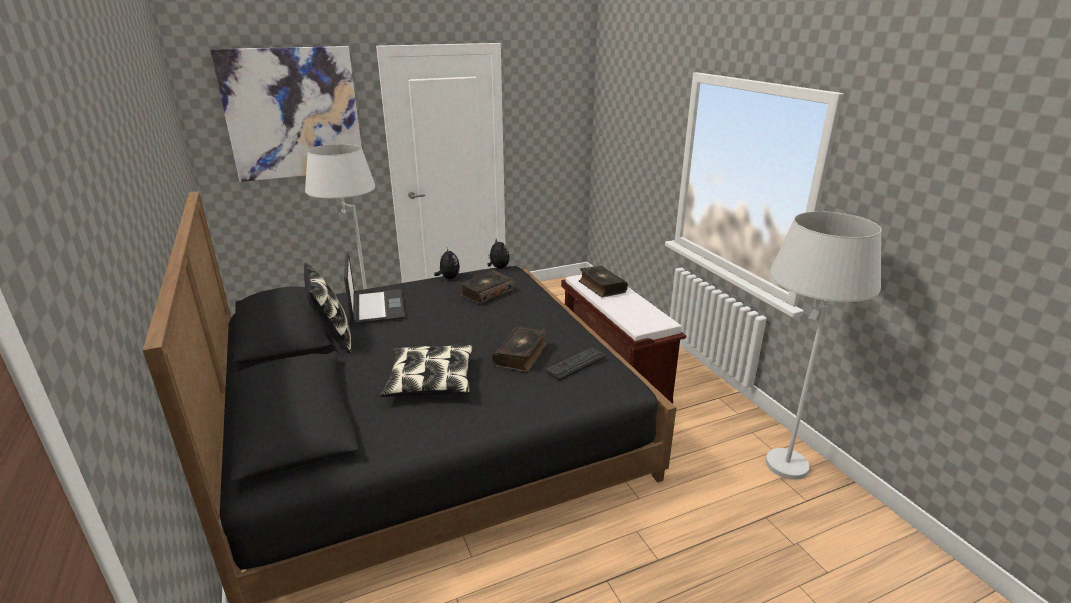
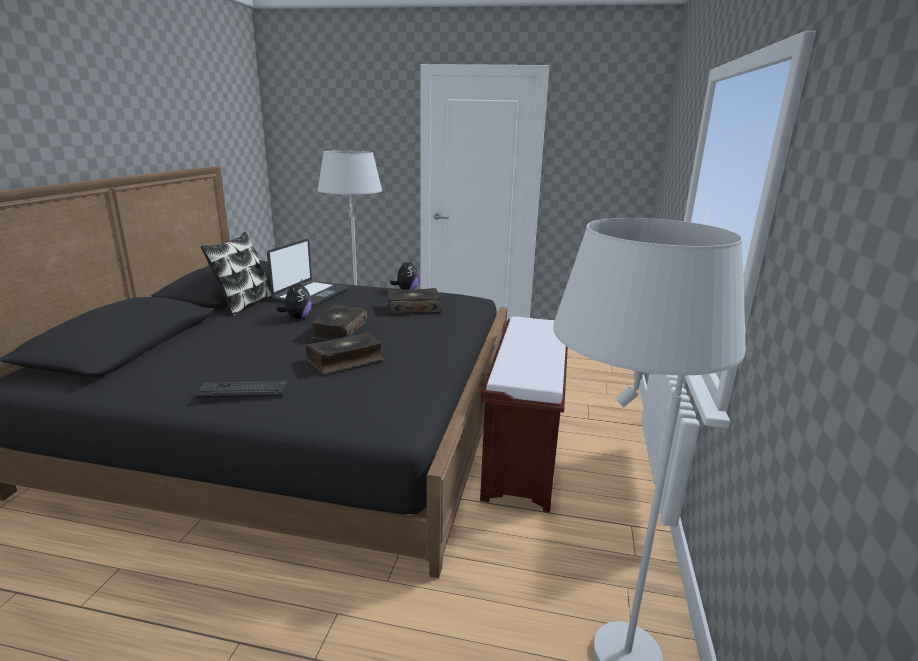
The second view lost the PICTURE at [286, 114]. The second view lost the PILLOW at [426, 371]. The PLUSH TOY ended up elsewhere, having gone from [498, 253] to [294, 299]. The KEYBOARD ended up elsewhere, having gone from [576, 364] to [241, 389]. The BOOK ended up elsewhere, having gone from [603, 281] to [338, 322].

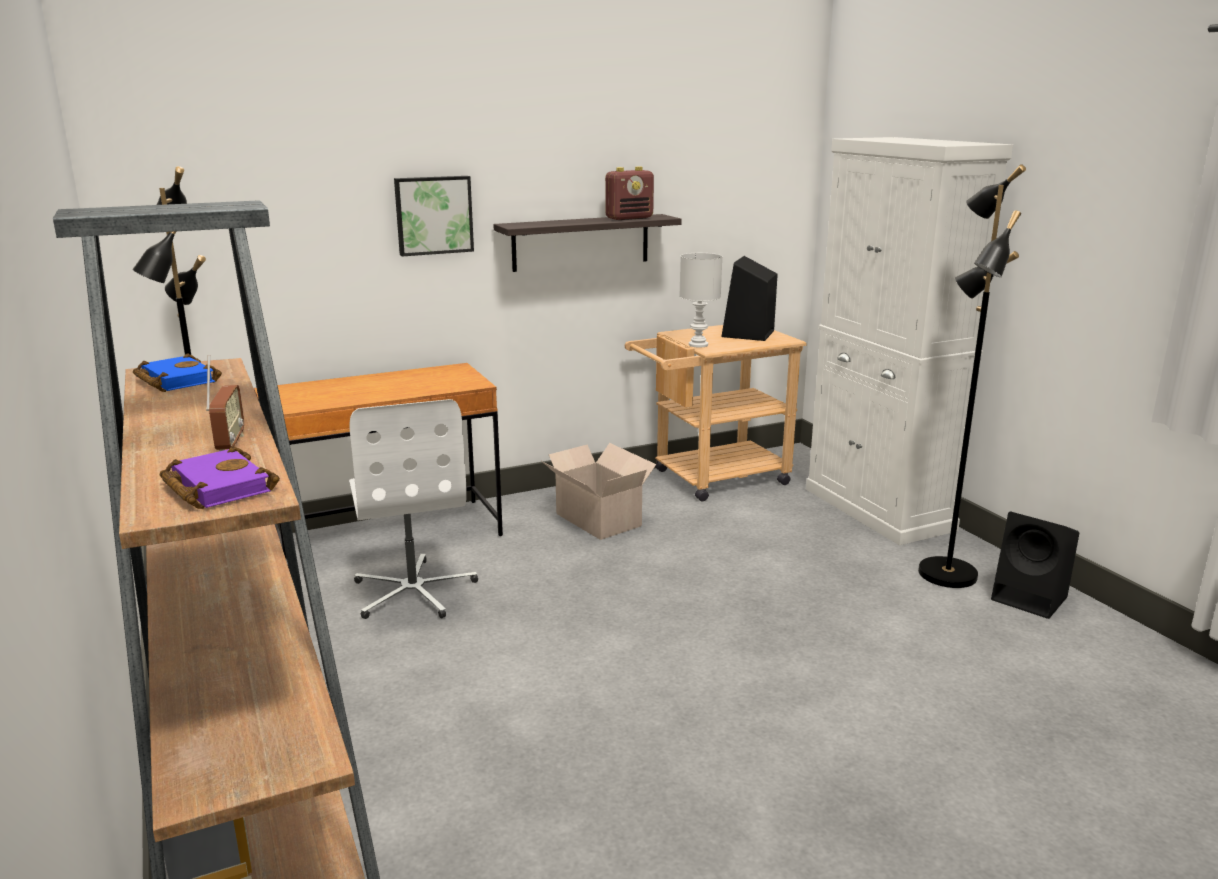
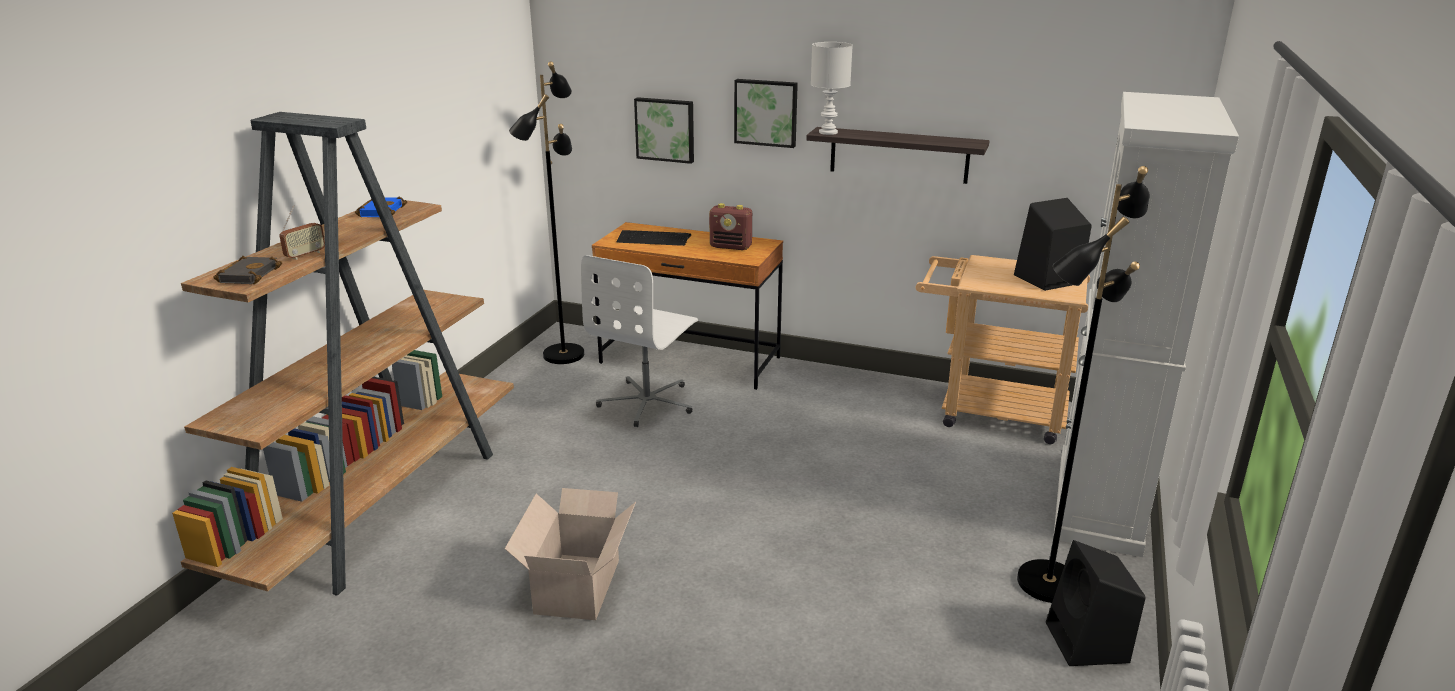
The second view gained the KEYBOARD at [653, 238]. The second view gained the PICTURE at [664, 130]. The CARDBOARD BOX ended up elsewhere, having gone from [598, 491] to [570, 554]. The RADIO ended up elsewhere, having gone from [629, 193] to [730, 226]. The WHITE TABLE LAMP ended up elsewhere, having gone from [701, 300] to [832, 88]. What was the PURPLE BOOK at [220, 477] turned into the BLACK BOOK at [247, 270].

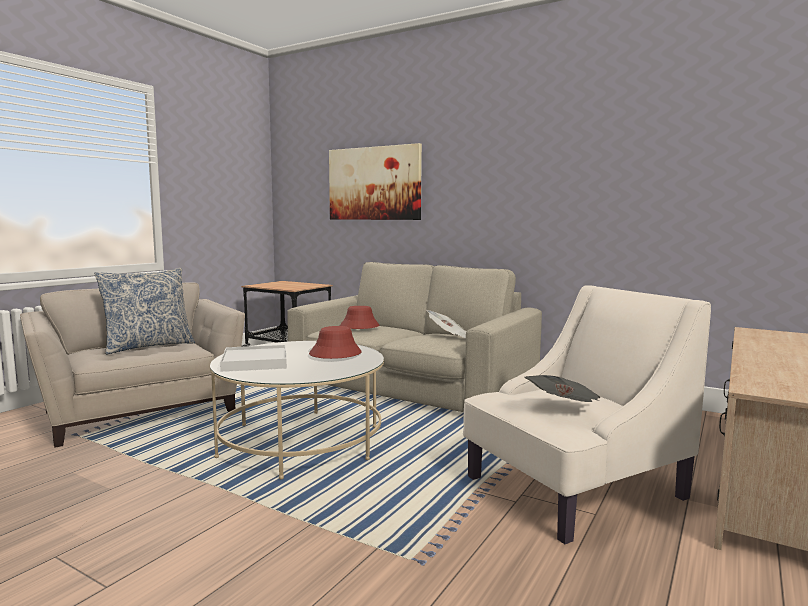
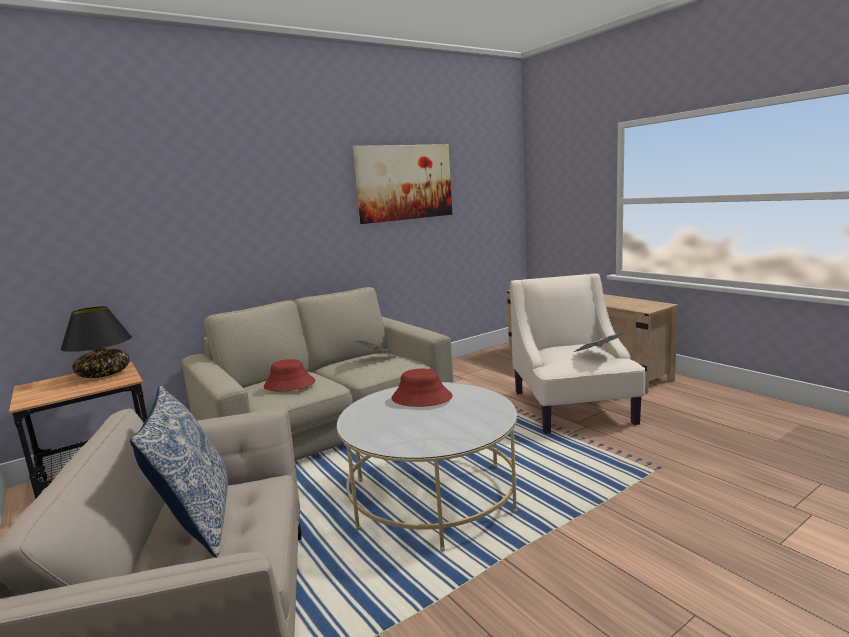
The second view lost the WHITE TRAY at [253, 358]. The second view gained the BLACK TABLE LAMP at [96, 342]. The PICTURE ended up elsewhere, having gone from [375, 181] to [402, 184].

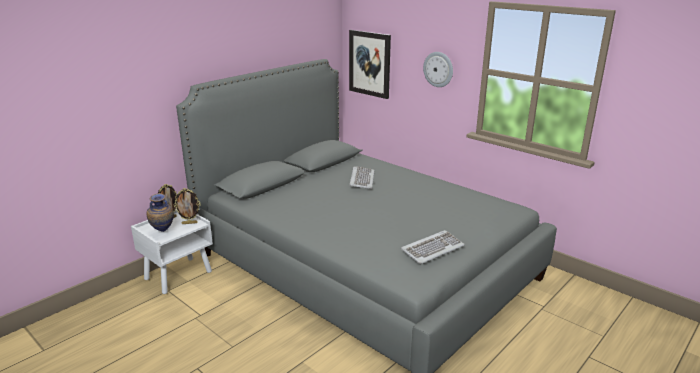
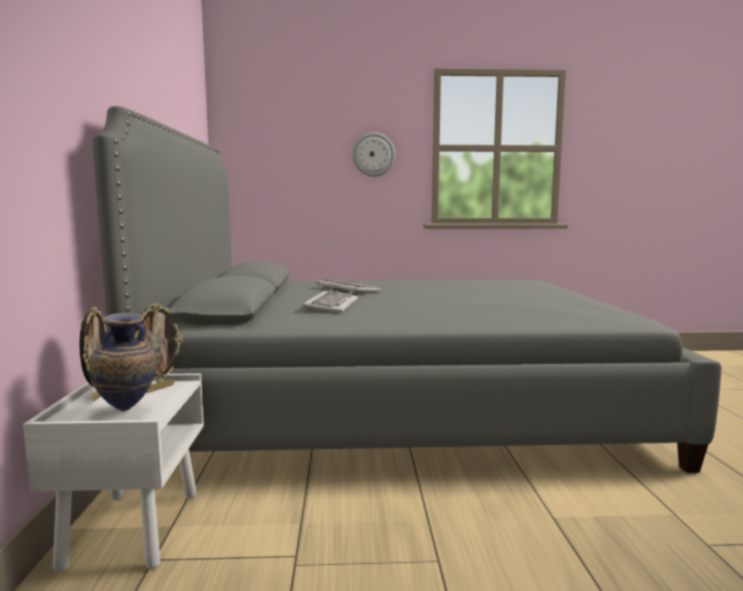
The second view lost the PICTURE at [370, 64]. The KEYBOARD ended up elsewhere, having gone from [433, 247] to [330, 301].

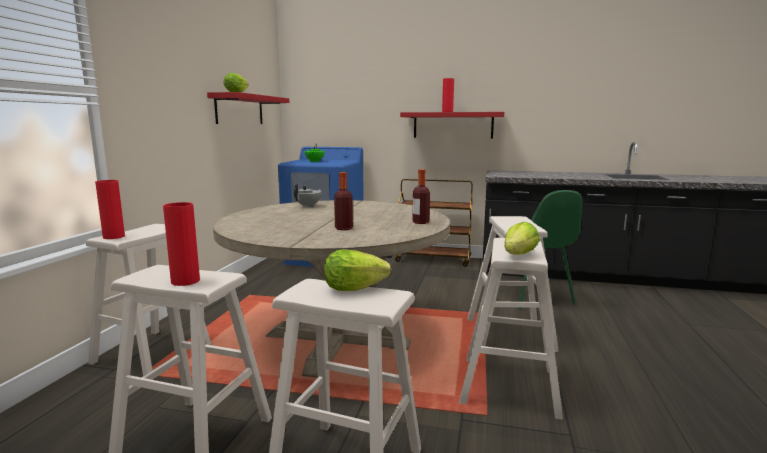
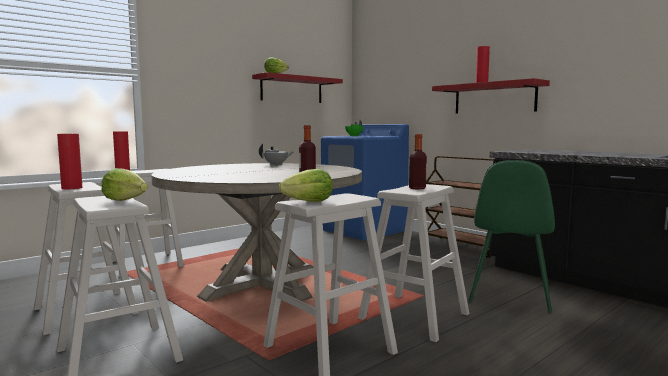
The BOTTLE ended up elsewhere, having gone from [343, 201] to [418, 162].

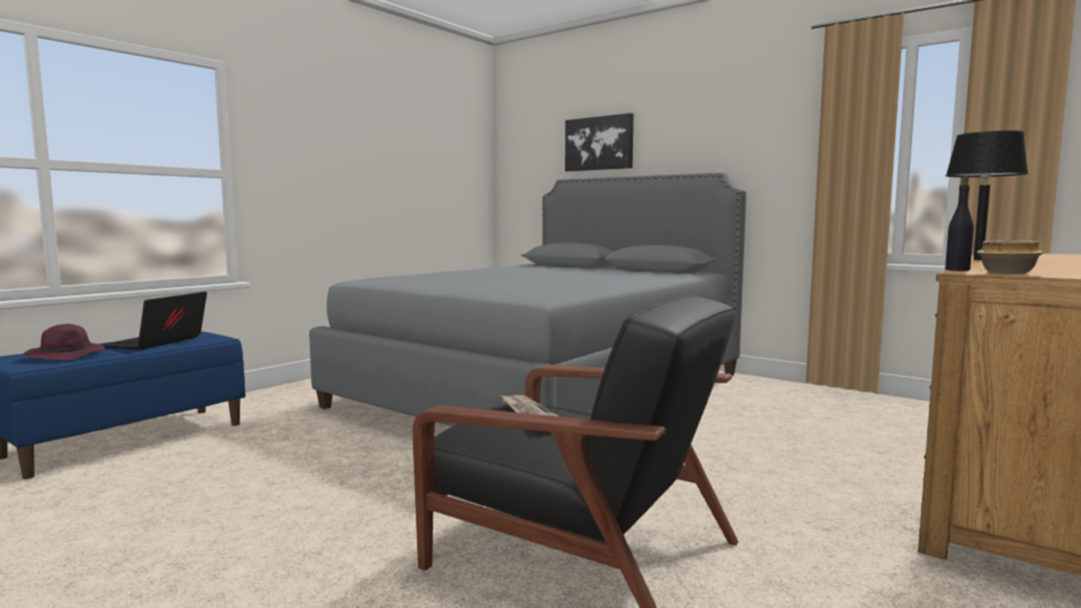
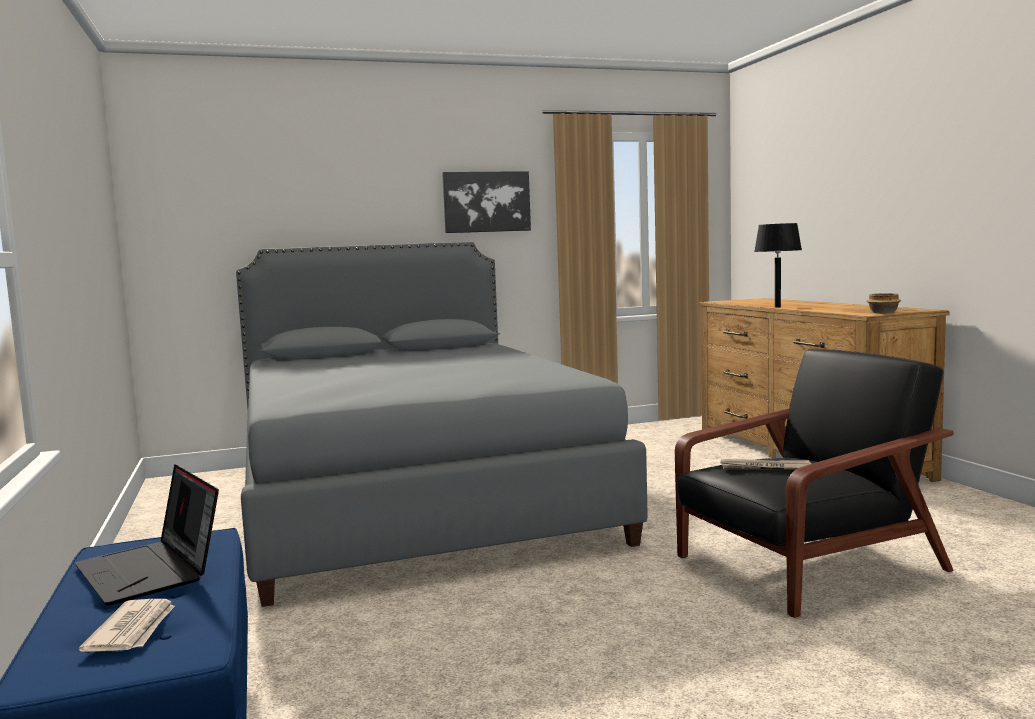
The second view lost the BLACK BOTTLE at [959, 224]. The PICTURE ended up elsewhere, having gone from [599, 142] to [486, 202]. Where the PURPLE HAT stood at [64, 342], the NEWSPAPER came to stand at [127, 625].

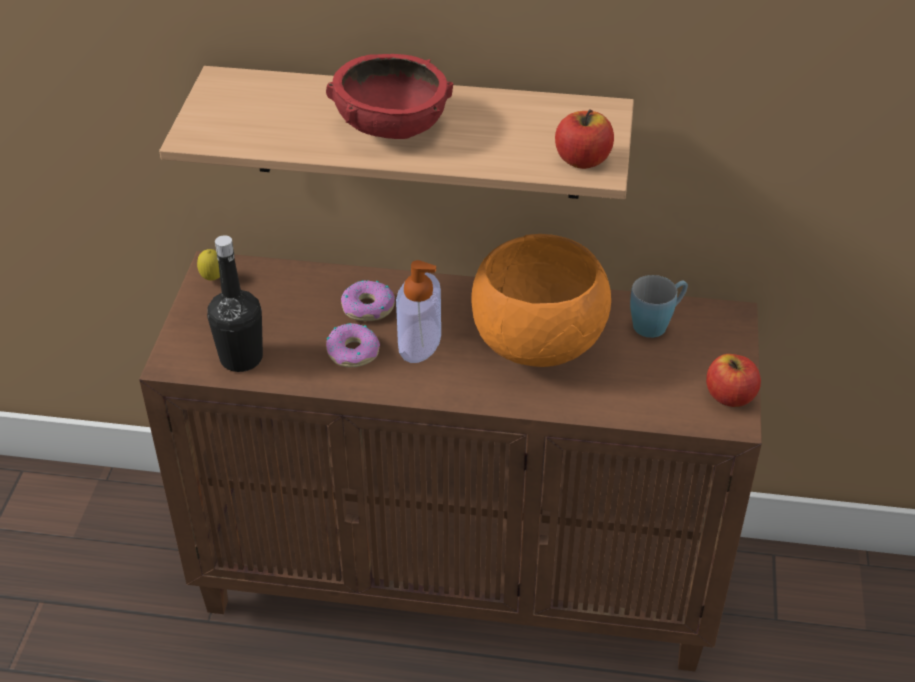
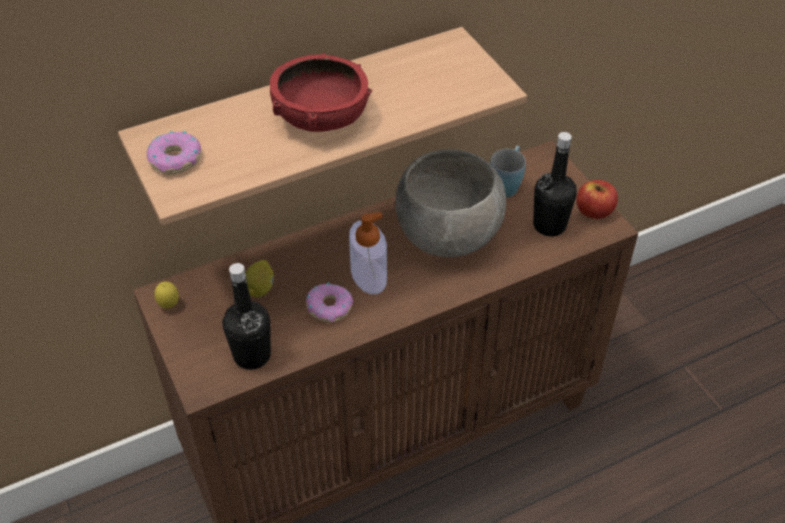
The second view lost the APPLE at [584, 139]. The second view gained the LEMON at [259, 278]. The second view gained the BLACK BOTTLE at [555, 184]. The DONUT ended up elsewhere, having gone from [368, 300] to [174, 152]. What was the ORANGE BOWL at [541, 300] turned into the GREY BOWL at [450, 203].

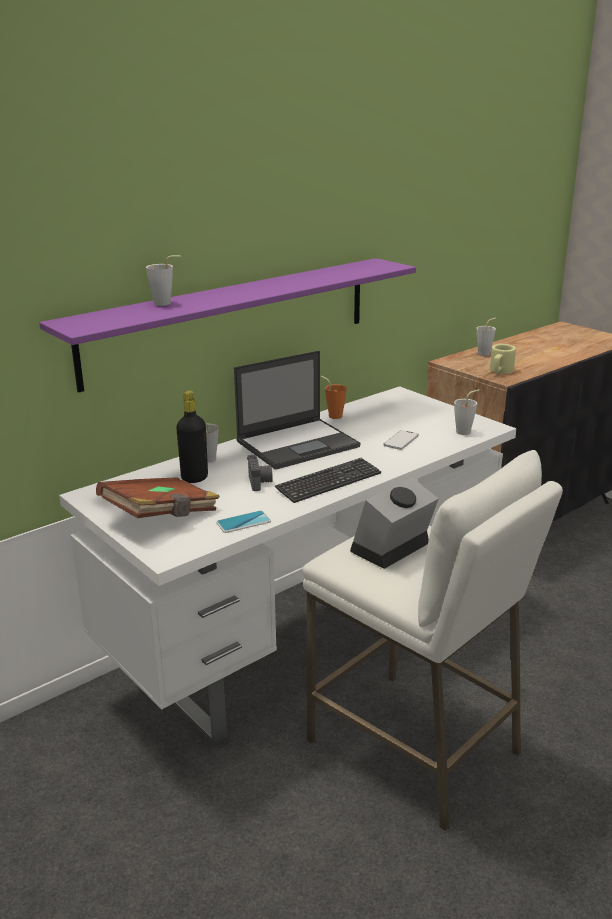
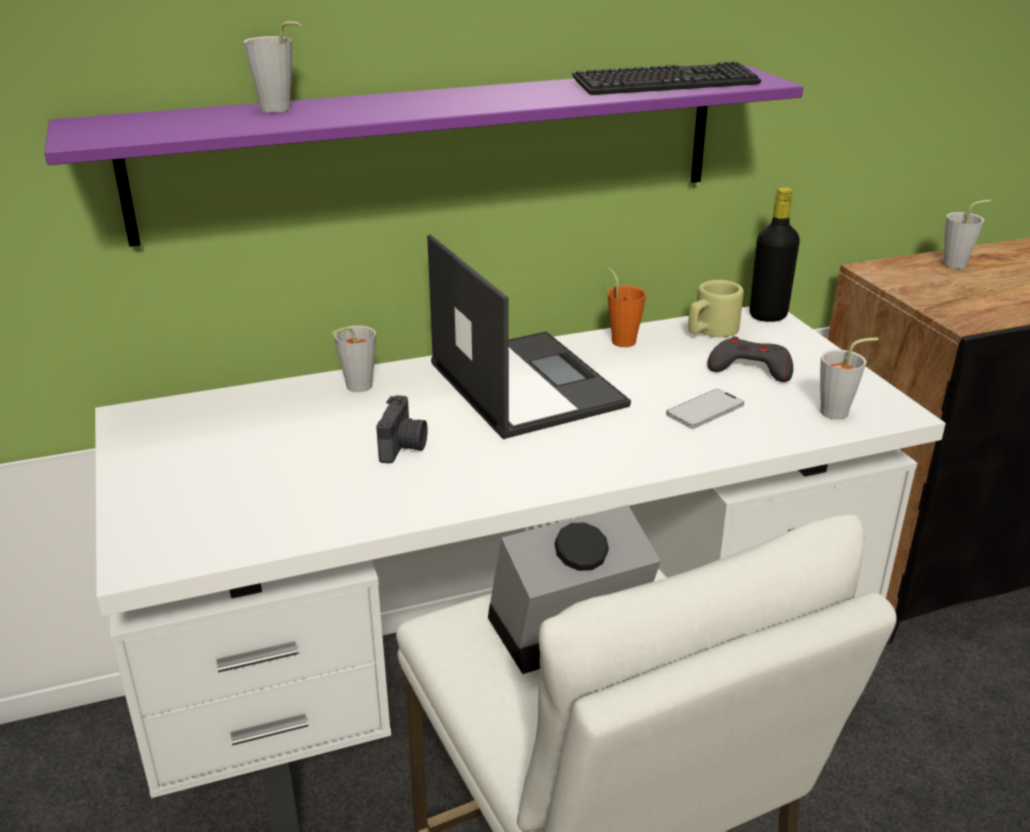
The second view lost the BROWN BOOK at [158, 497]. The second view lost the PHONE at [243, 521]. The second view gained the GREY GAME CONTROLLER at [750, 359]. The BLACK BOTTLE ended up elsewhere, having gone from [192, 437] to [774, 254]. The KEYBOARD ended up elsewhere, having gone from [328, 480] to [666, 78]. The BEIGE MUG ended up elsewhere, having gone from [503, 359] to [716, 308]. The LAPTOP at [297, 410] ended up facing another way, 105 degrees counterclockwise from before.

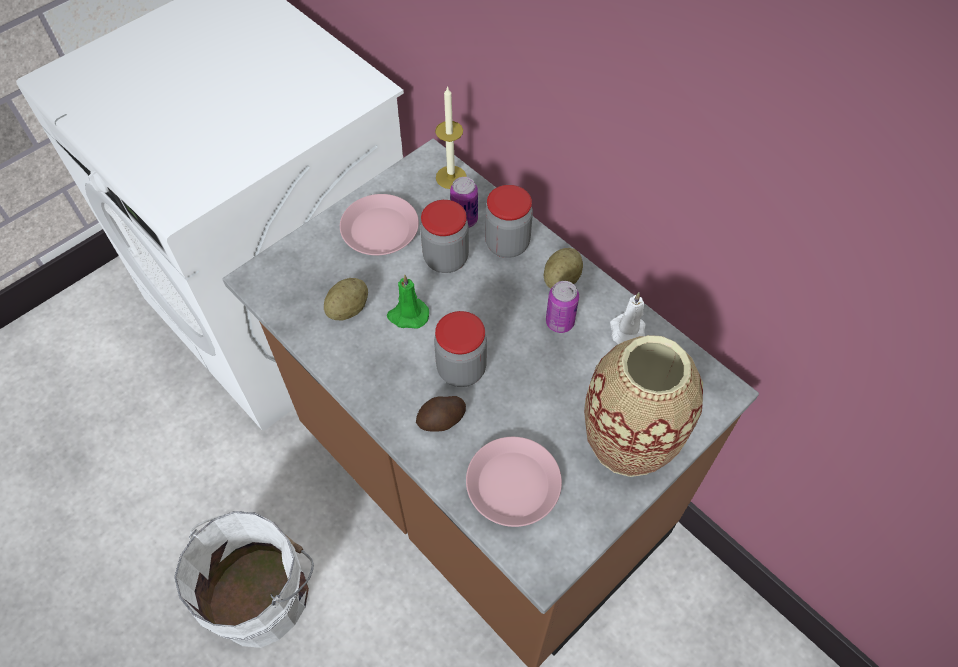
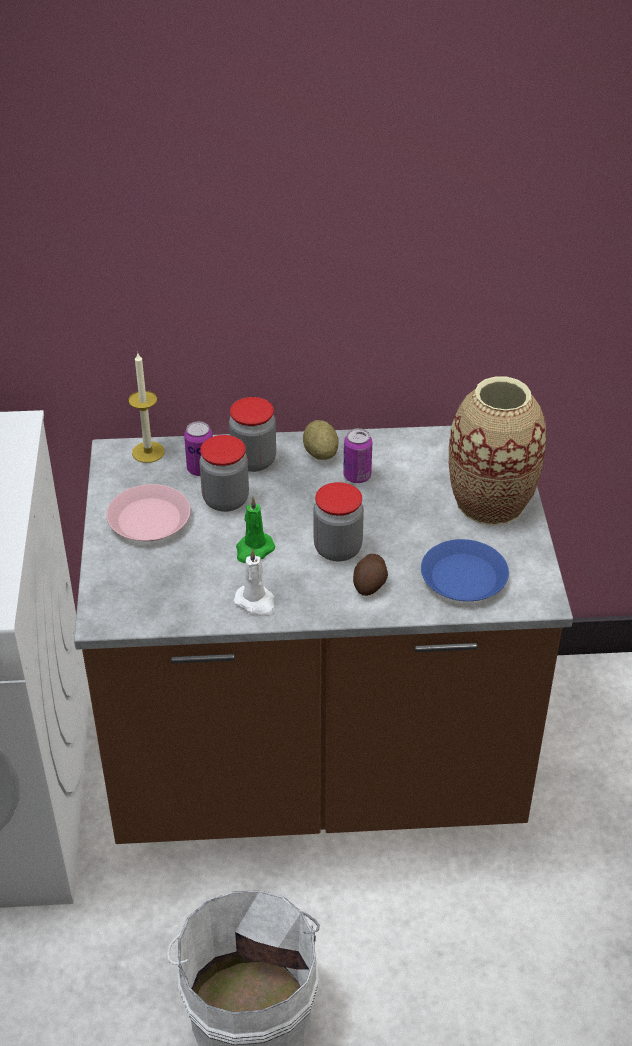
The second view lost the POTATO at [346, 299]. The WHITE CANDLE ended up elsewhere, having gone from [628, 318] to [254, 581]. What was the PINK PLATE at [514, 482] turned into the BLUE PLATE at [465, 570].

